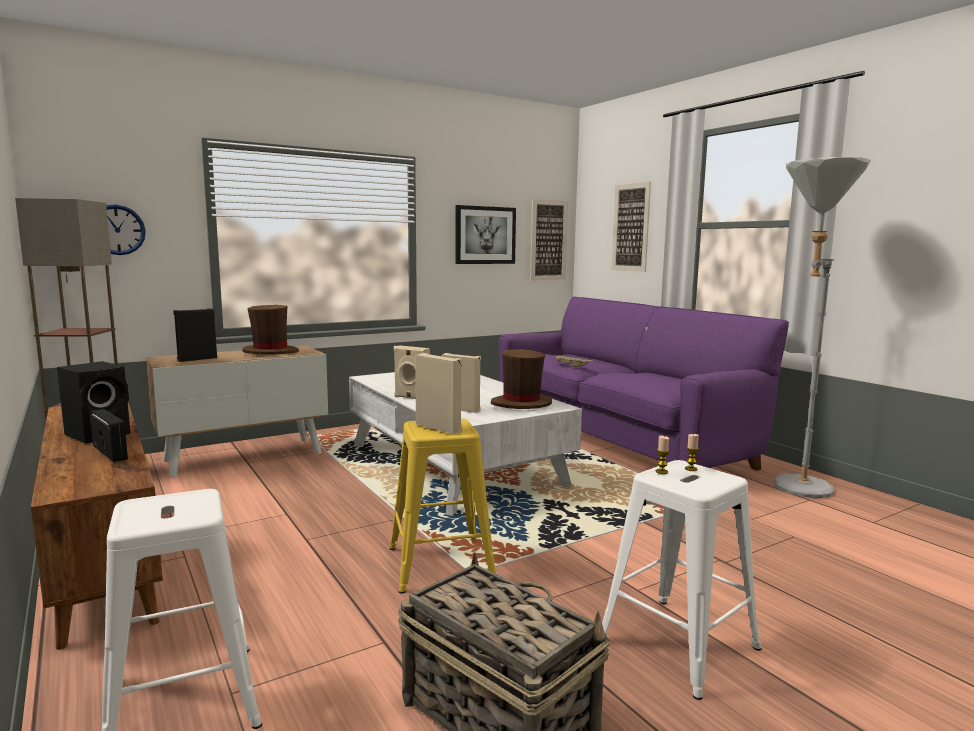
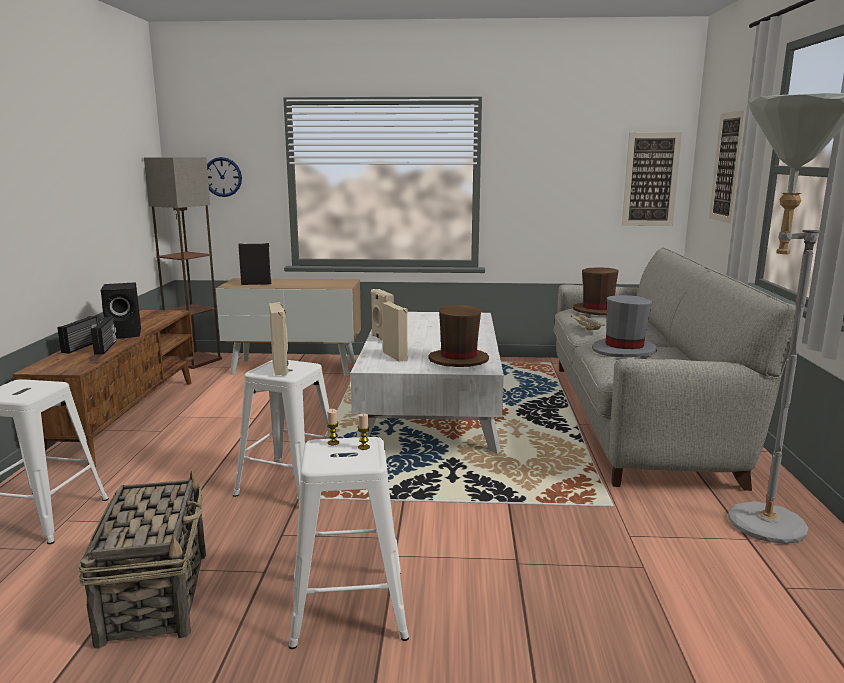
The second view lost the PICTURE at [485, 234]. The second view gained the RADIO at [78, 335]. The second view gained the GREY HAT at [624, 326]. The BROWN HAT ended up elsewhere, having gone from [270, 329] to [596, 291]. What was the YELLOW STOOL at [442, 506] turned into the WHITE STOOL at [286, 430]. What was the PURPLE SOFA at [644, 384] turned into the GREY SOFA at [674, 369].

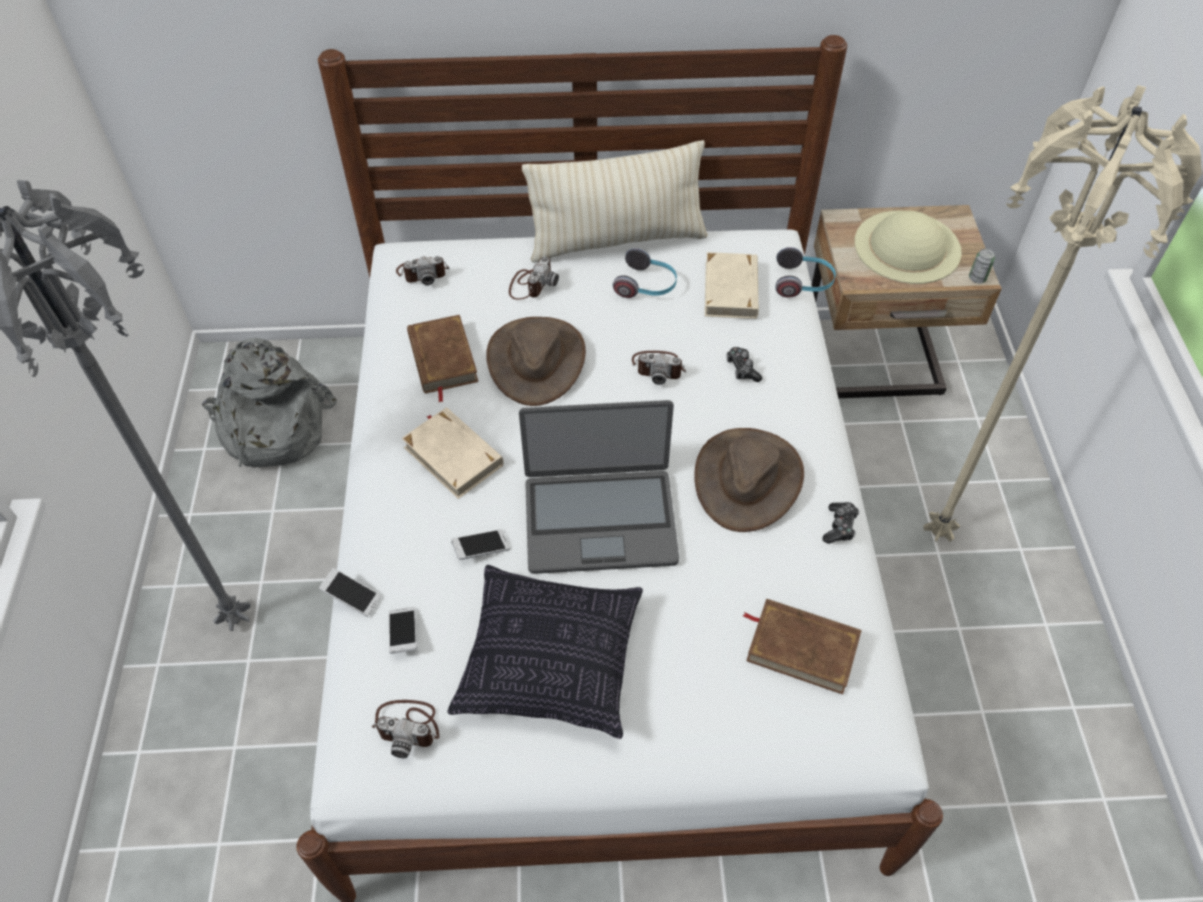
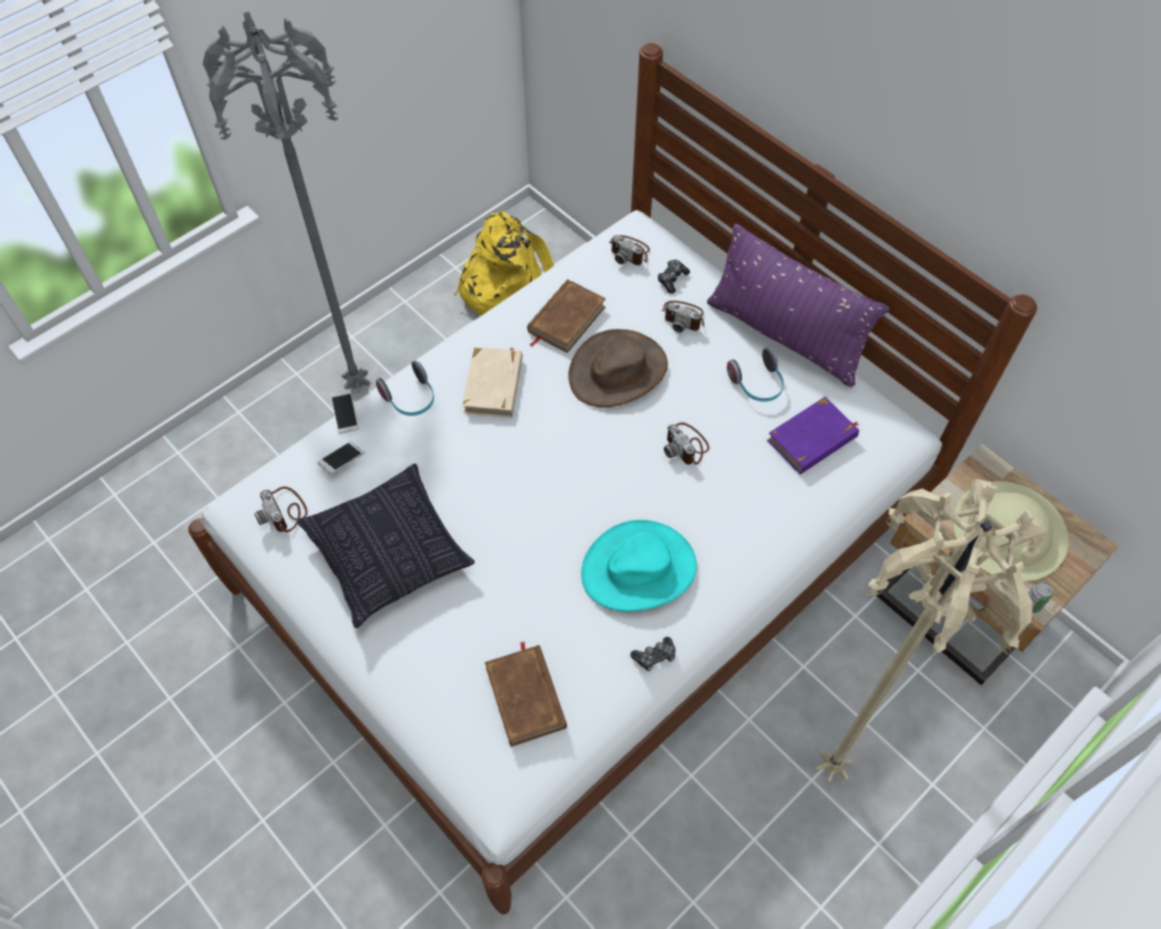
The second view lost the PHONE at [480, 544]. The second view lost the LAPTOP at [599, 487]. The GAME CONTROLLER ended up elsewhere, having gone from [744, 364] to [674, 277]. The HEADPHONES ended up elsewhere, having gone from [805, 272] to [405, 388]. What was the GREY BACKPACK at [269, 402] turned into the YELLOW BACKPACK at [503, 264]. What was the BEIGE PILLOW at [615, 201] turned into the PURPLE PILLOW at [798, 306]. What was the BROWN HAT at [749, 480] turned into the TURQUOISE HAT at [639, 565]. What was the BEIGE BOOK at [732, 285] turned into the PURPLE BOOK at [813, 435]. The PHOTO CAMERA at [534, 278] ended up facing another way, 45 degrees clockwise from before.

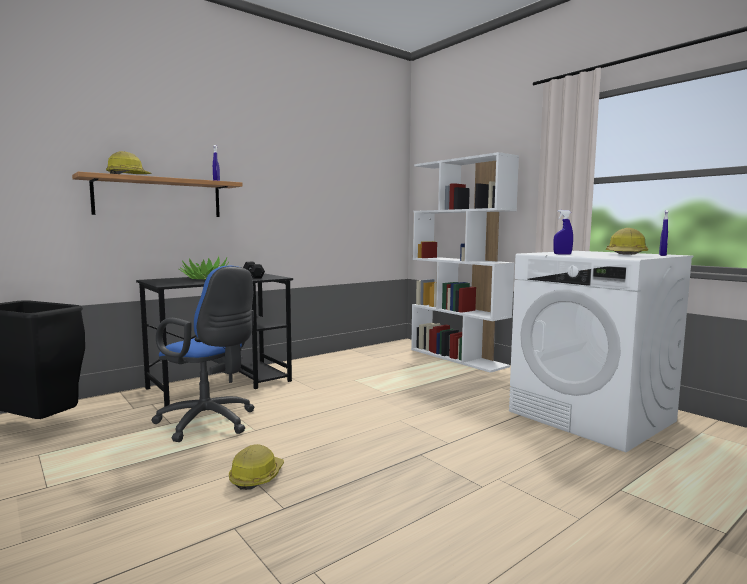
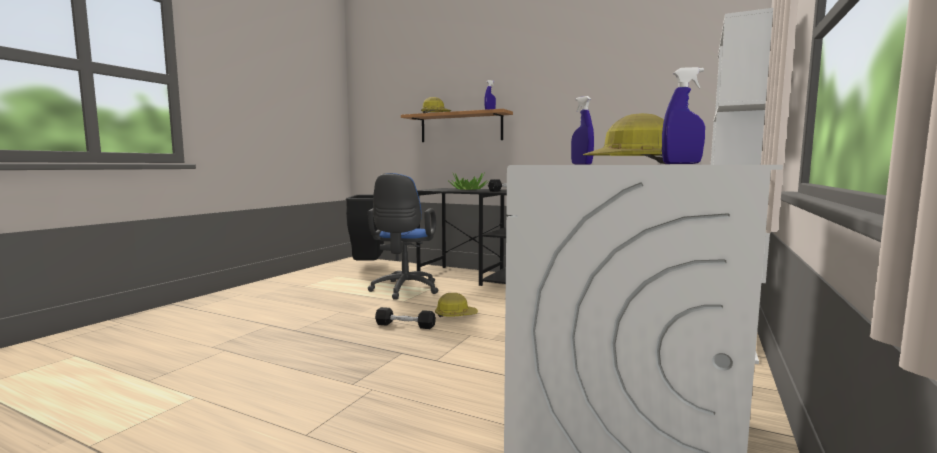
The second view gained the BLACK DUMBBELL at [405, 318]. The HARD HAT ended up elsewhere, having gone from [256, 467] to [456, 305].

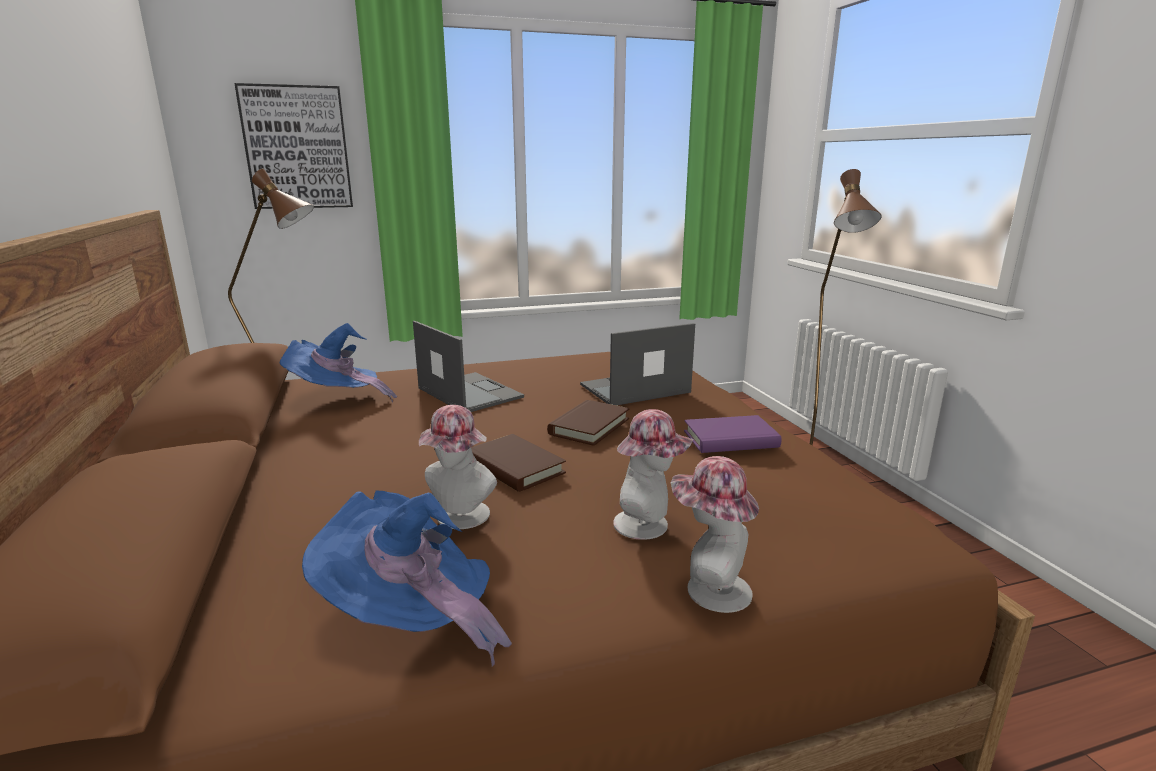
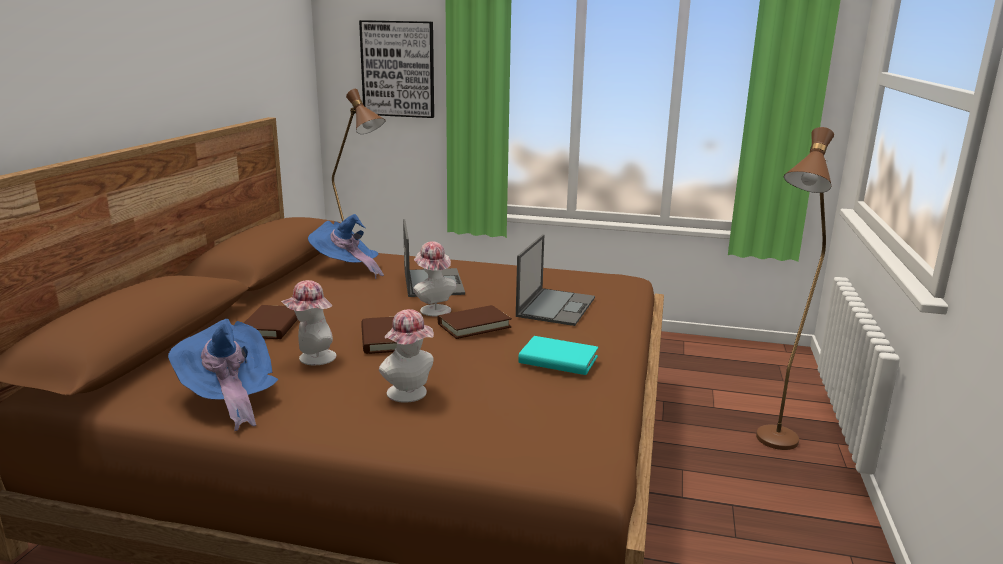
The second view gained the BROWN BOOK at [271, 322]. The HAT ended up elsewhere, having gone from [715, 534] to [435, 278]. What was the PURPLE BOOK at [732, 434] turned into the TURQUOISE BOOK at [558, 355]. The LAPTOP at [637, 364] ended up facing another way, 105 degrees clockwise from before.

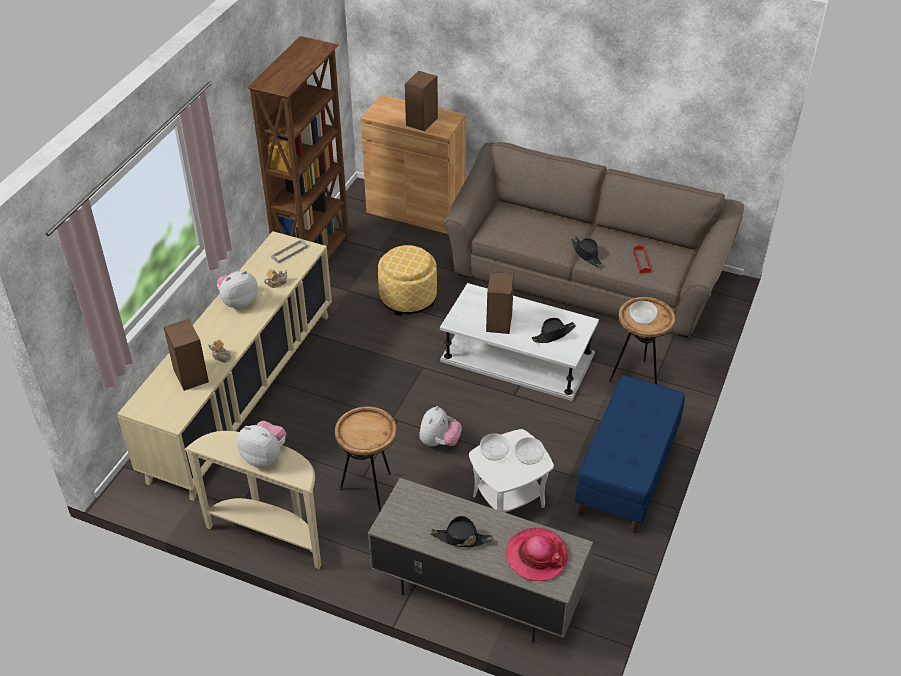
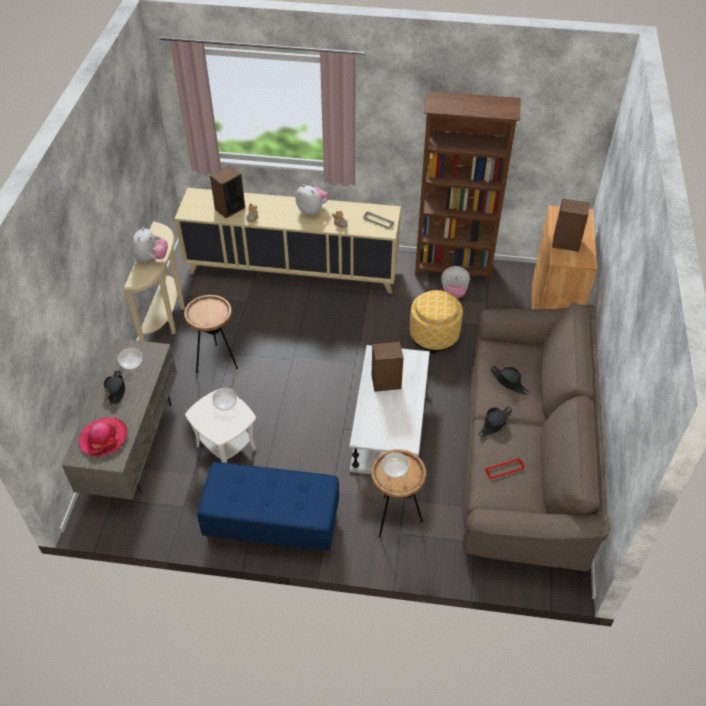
The PLUSH TOY ended up elsewhere, having gone from [440, 426] to [455, 282]. The BOWL ended up elsewhere, having gone from [529, 451] to [130, 359]. The BLACK HAT ended up elsewhere, having gone from [554, 330] to [509, 380].

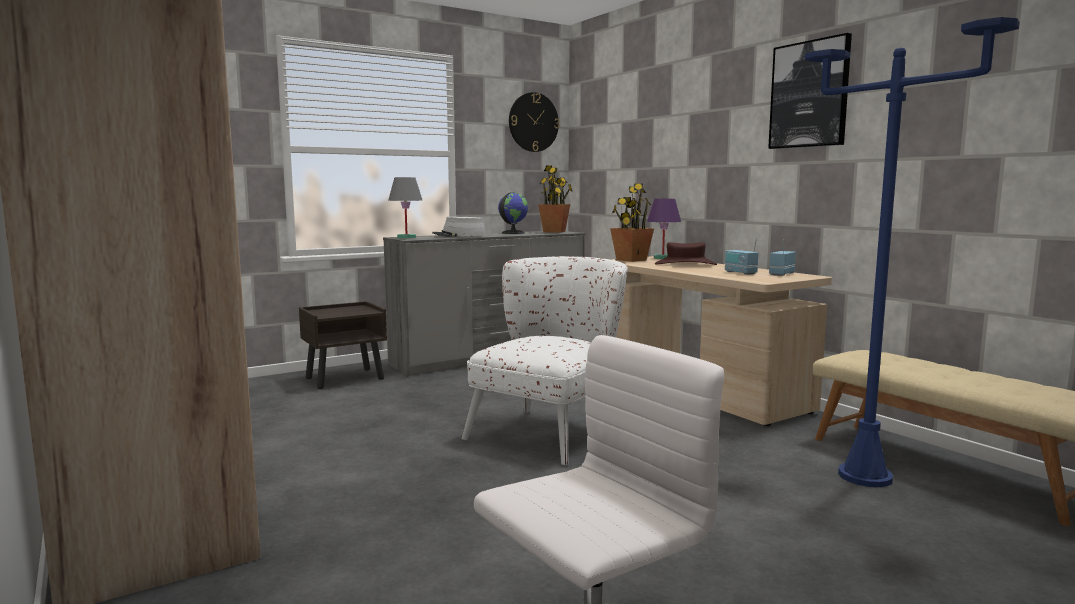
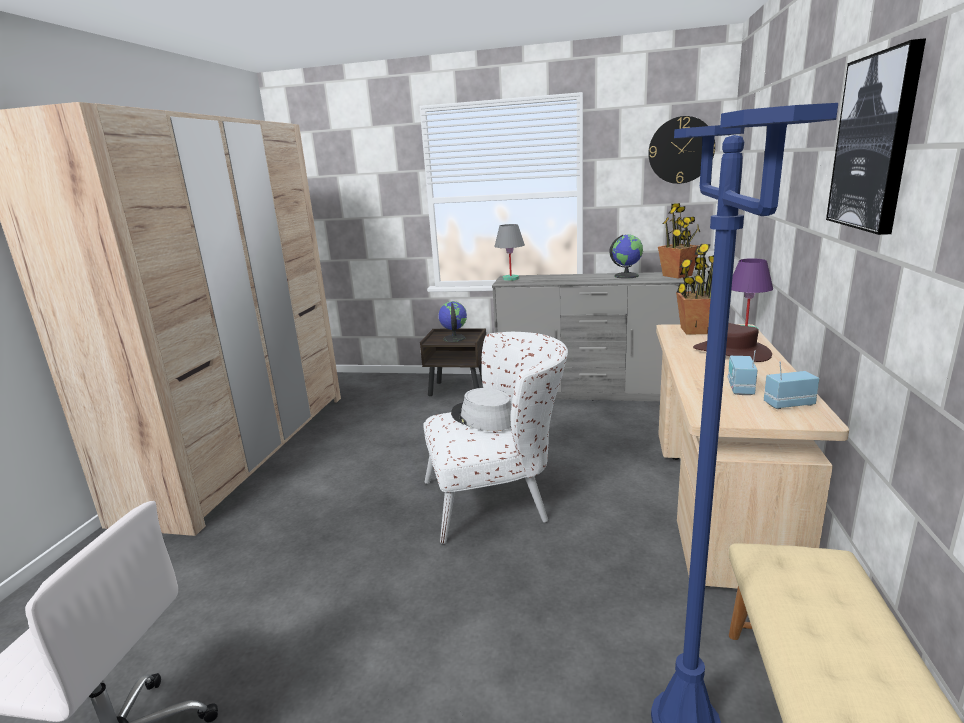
The second view gained the GLOBE at [452, 321]. The GREY HAT ended up elsewhere, having gone from [459, 227] to [481, 409].

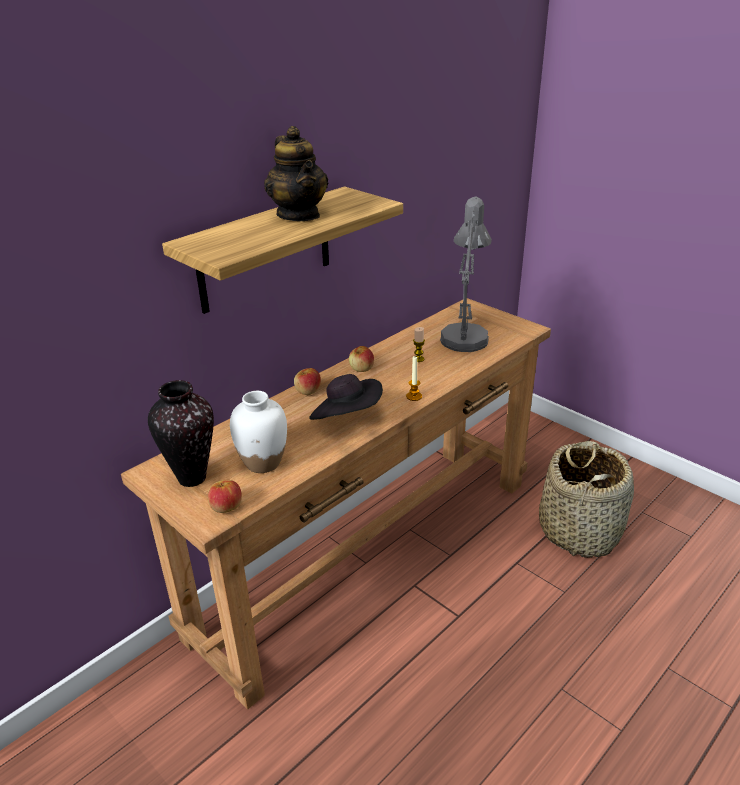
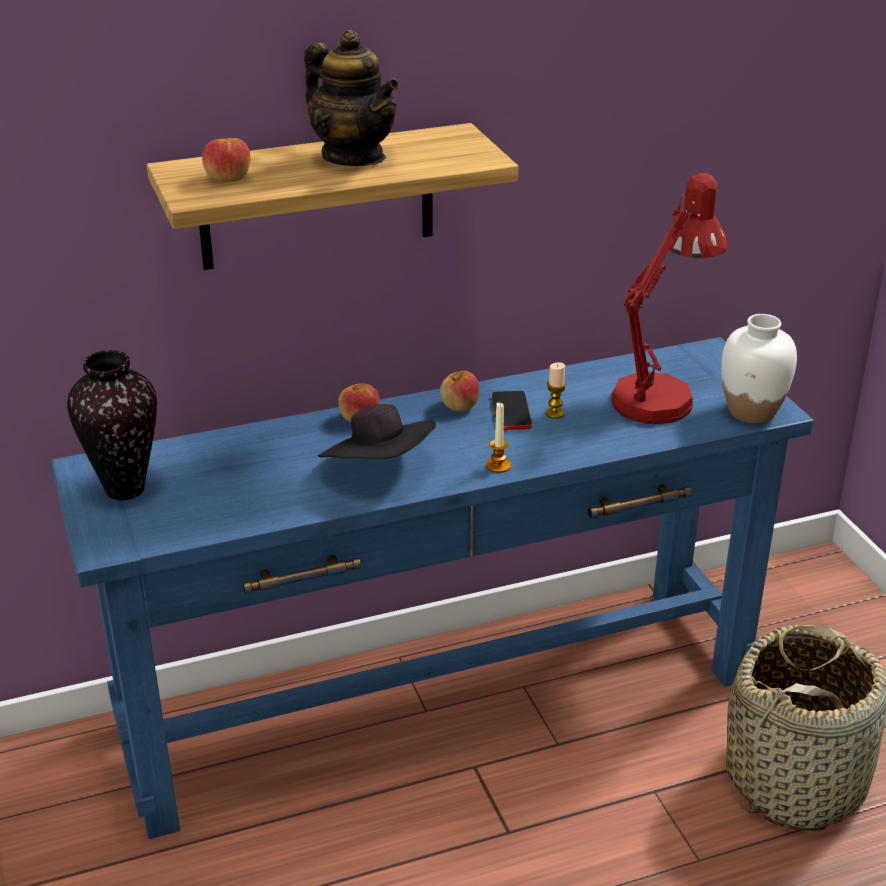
The second view gained the PHONE at [512, 410]. The APPLE ended up elsewhere, having gone from [225, 496] to [226, 160]. The WHITE VASE ended up elsewhere, having gone from [258, 432] to [759, 369]. What was the BROWN CONSOLE TABLE at [336, 503] turned into the BLUE CONSOLE TABLE at [432, 588]. What was the GREY TABLE LAMP at [466, 274] turned into the RED TABLE LAMP at [669, 298]. The TEAPOT at [296, 173] ended up facing another way, 45 degrees counterclockwise from before.

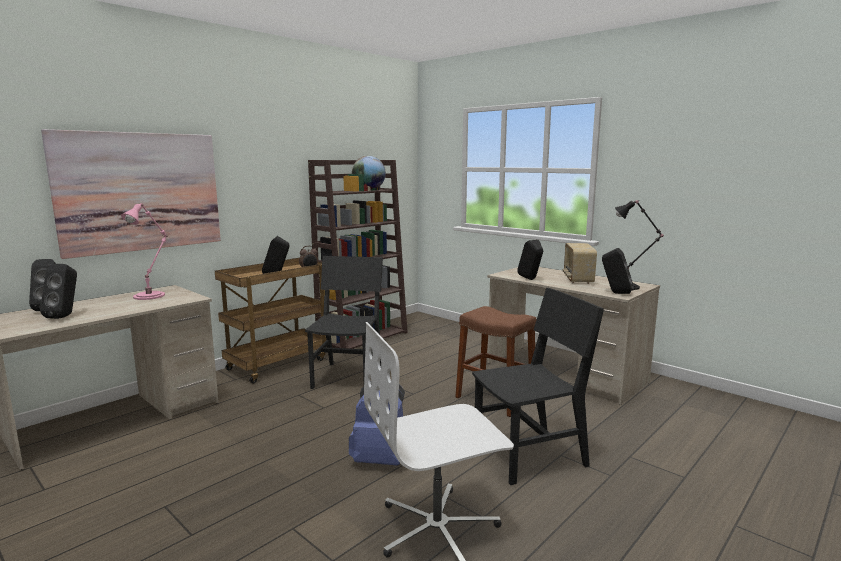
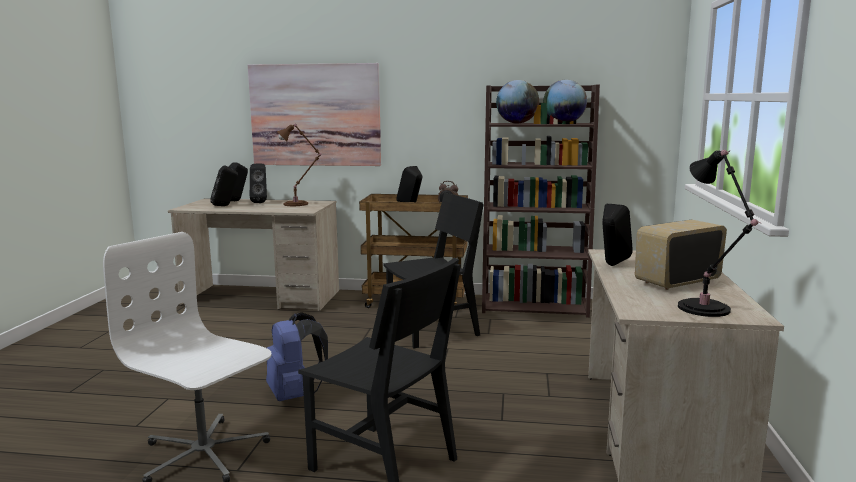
The second view lost the BROWN STOOL at [496, 361]. The second view gained the GLOBE at [517, 102]. The BLACK SPEAKER ended up elsewhere, having gone from [618, 271] to [258, 183]. What was the PINK TABLE LAMP at [144, 251] turned into the BROWN TABLE LAMP at [299, 165].

